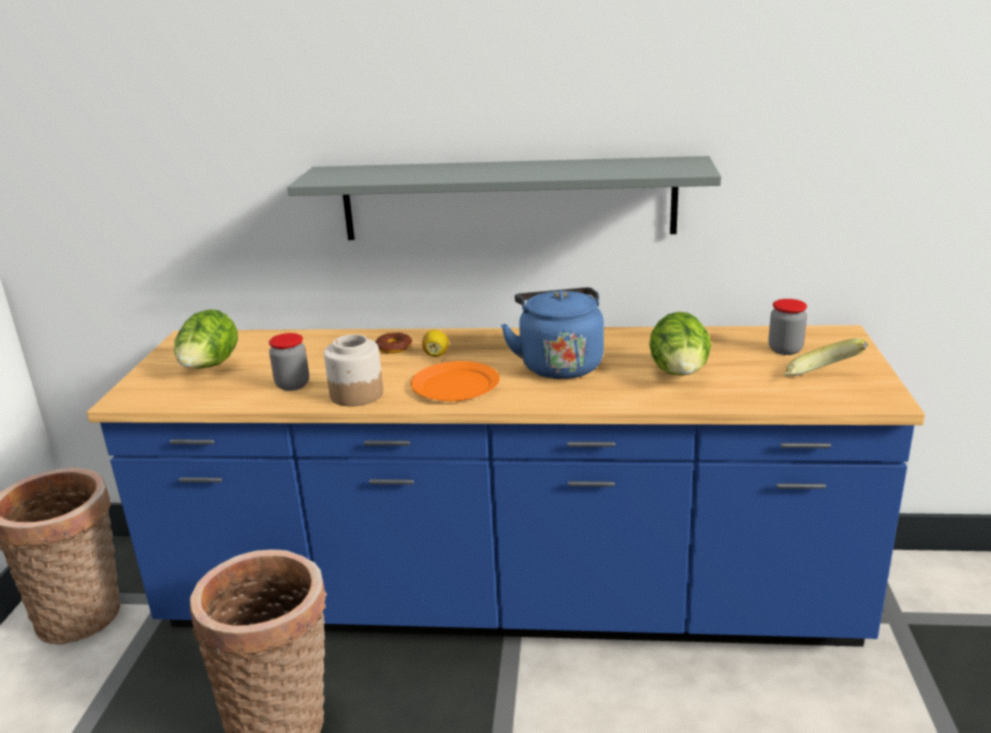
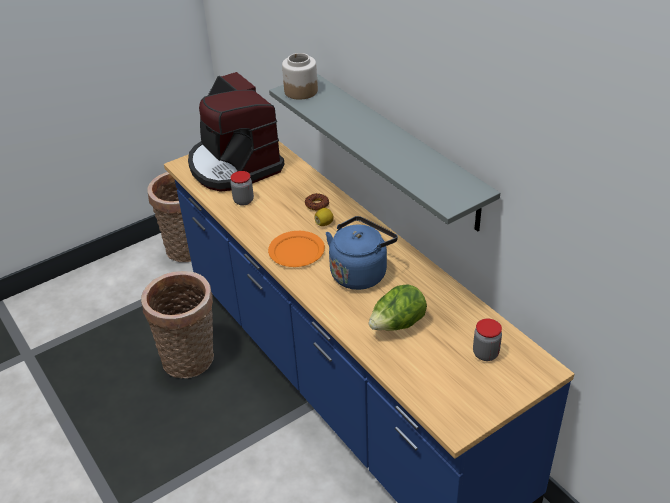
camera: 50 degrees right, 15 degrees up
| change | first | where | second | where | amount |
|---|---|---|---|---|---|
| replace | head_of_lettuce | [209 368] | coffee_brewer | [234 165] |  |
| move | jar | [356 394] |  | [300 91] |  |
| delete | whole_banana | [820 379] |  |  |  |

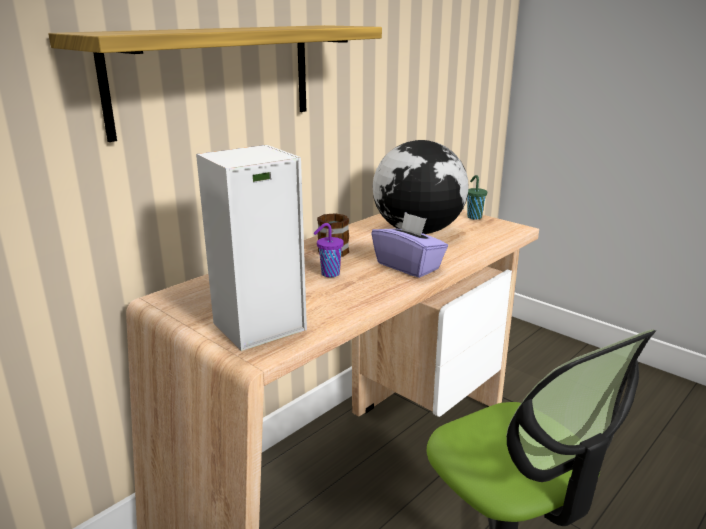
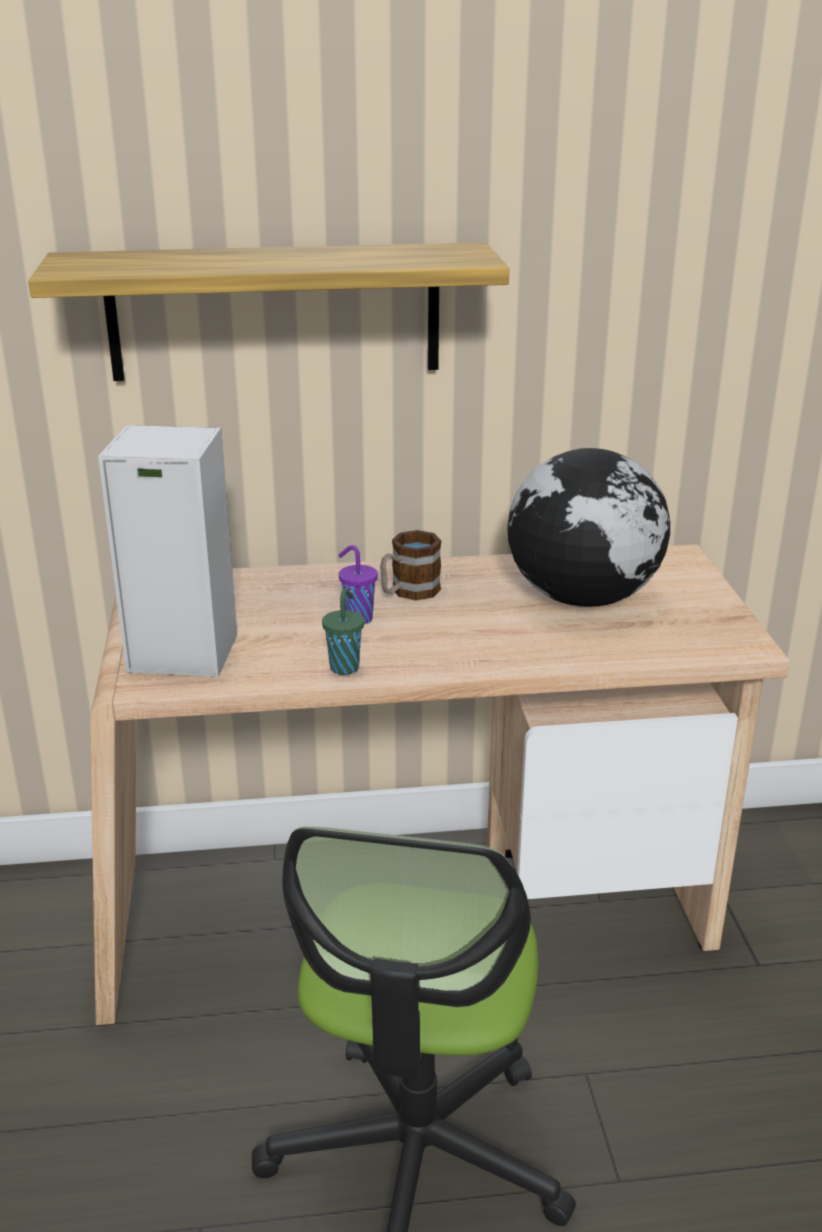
camera: 40 degrees right, 5 degrees up
| change | first | where | second | where | amount |
|---|---|---|---|---|---|
| delete | purple-coloured_tissue_box | [408 266] |  |  |  |
| move | green-coloured_cup | [474 217] |  | [345 667] |  |

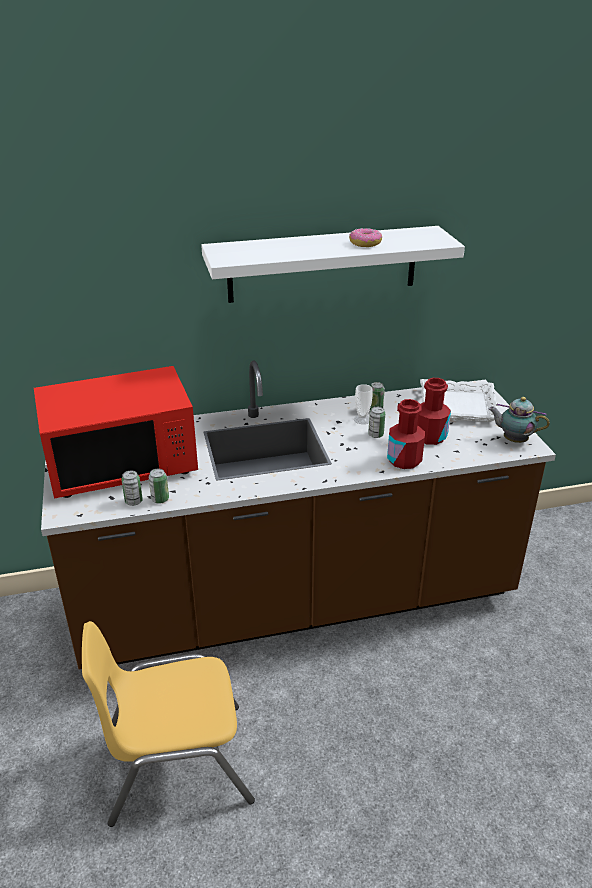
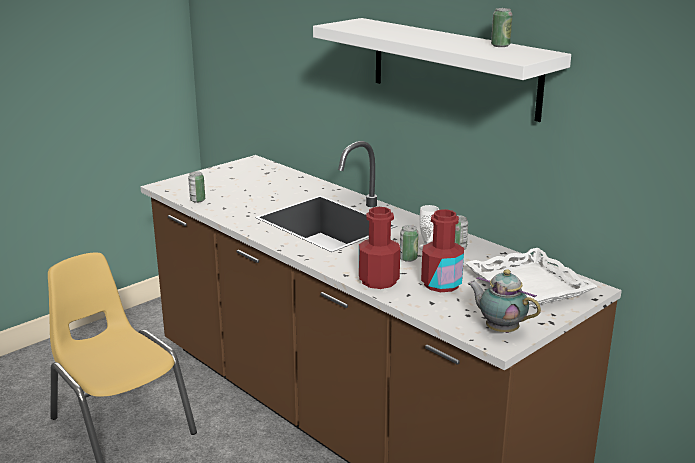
camera: 60 degrees right, 10 degrees down
| change | first | where | second | where | amount |
|---|---|---|---|---|---|
| delete | reddish_microwave_oven | [122 465] |  |  |  |
| move | metal_can | [160 499] |  | [500 45] |  |
| delete | donut | [365 243] |  |  |  |
| rotate | tea_pot | [513 440] |  | [500 329] | 45 degrees counterclockwise |

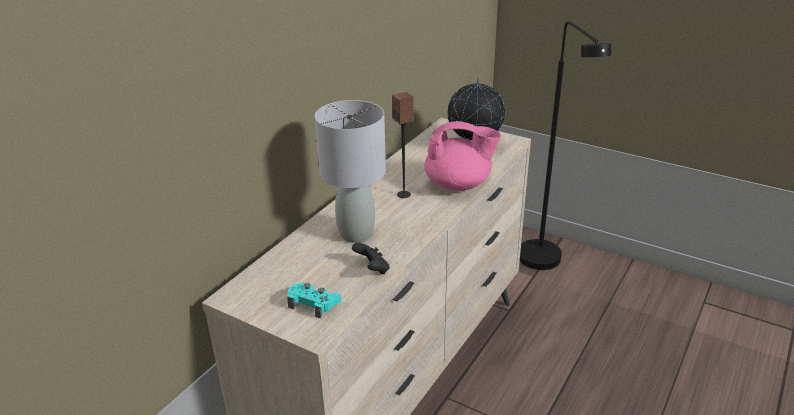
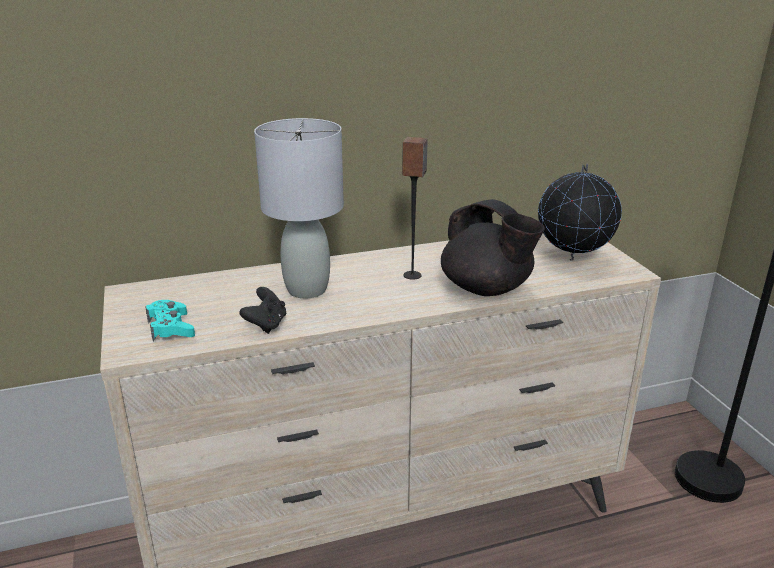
camera: 40 degrees right, 5 degrees down
| change | first | where | second | where | amount |
|---|---|---|---|---|---|
| recolor | pink-coloured_tea_pot | [459 184] | blackish_tea_pot | [487 289] |  |

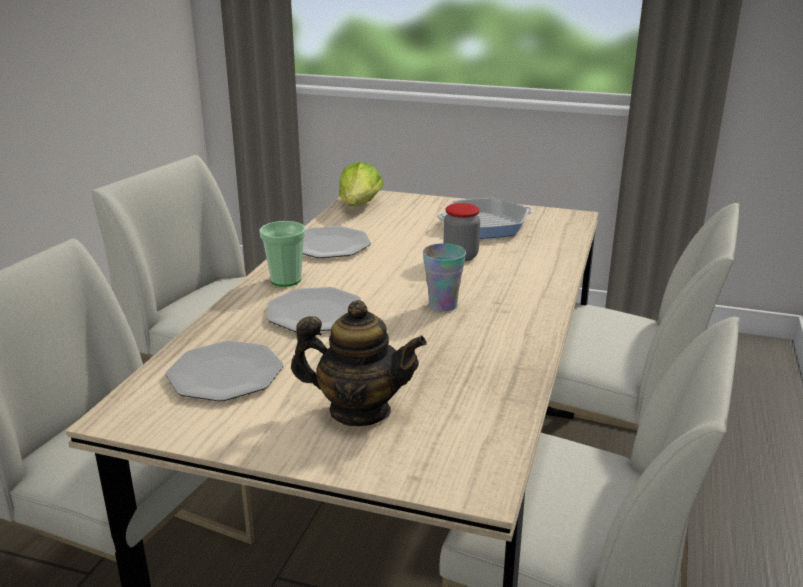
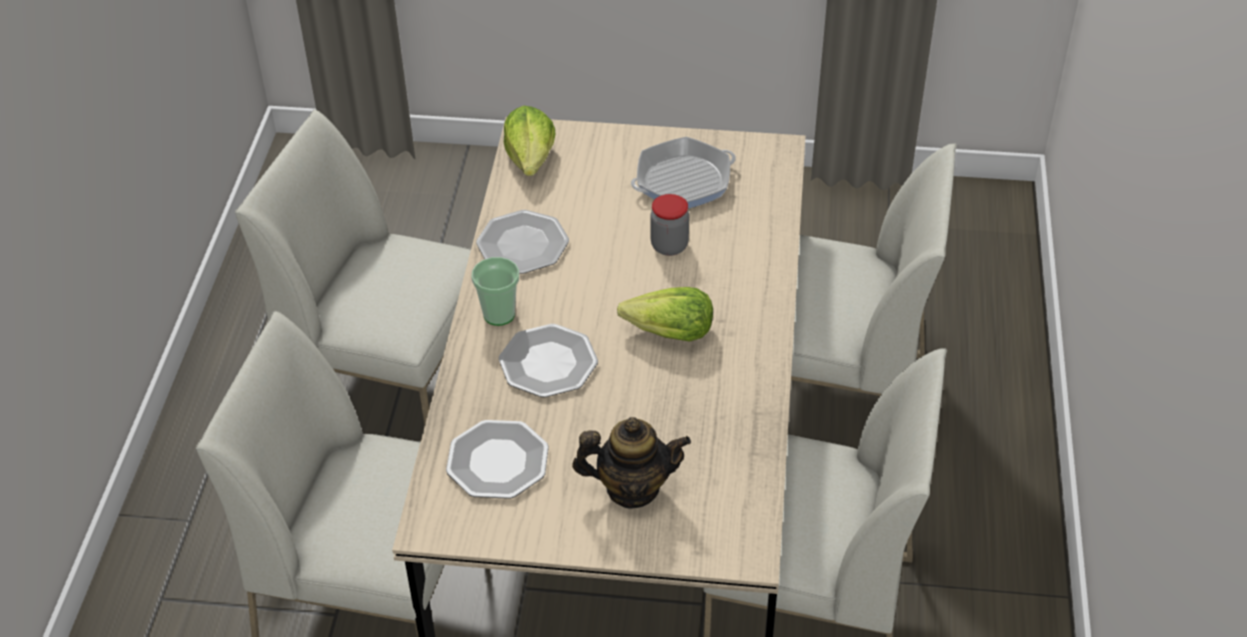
camera: 10 degrees left, 20 degrees up
| change | first | where | second | where | amount |
|---|---|---|---|---|---|
| replace | cup | [443 305] | head_of_lettuce | [669 333] |  |

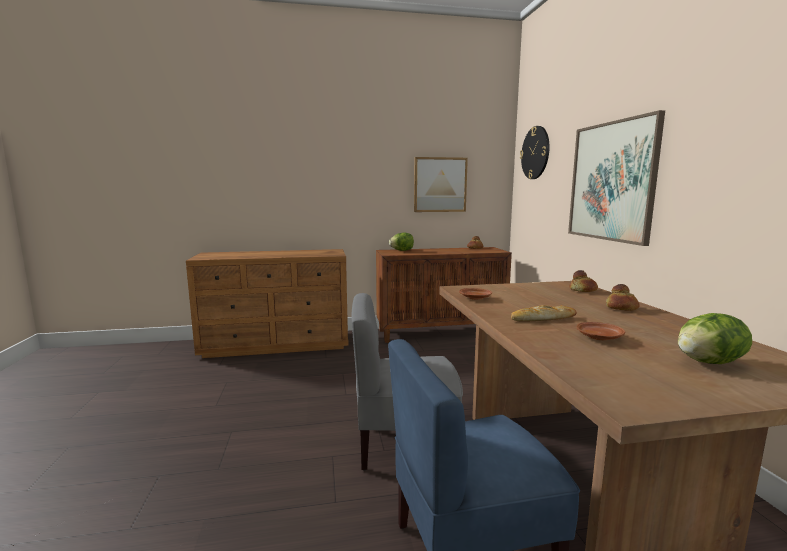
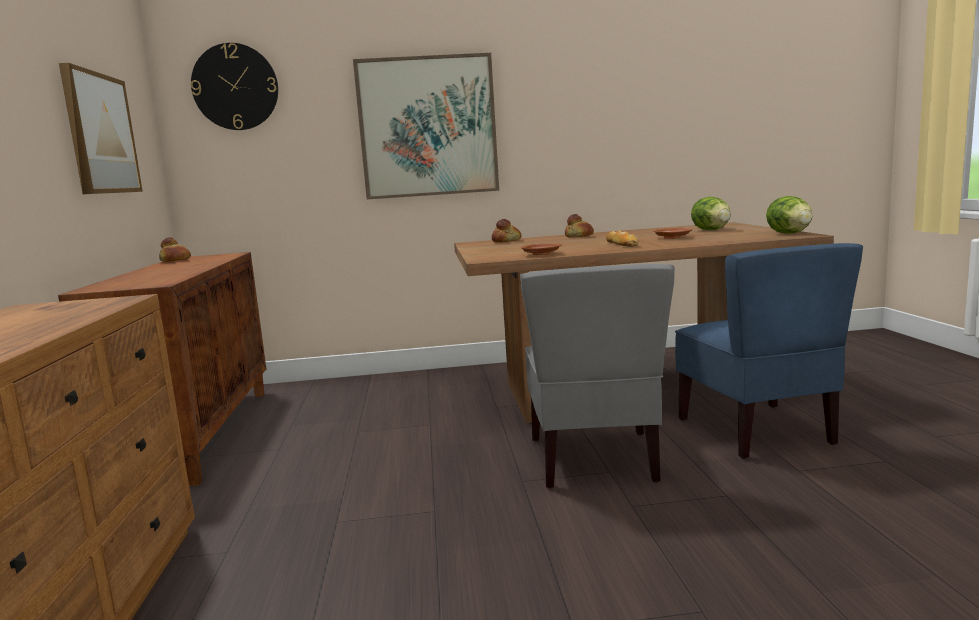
camera: 85 degrees left, 0 degrees up
| change | first | where | second | where | amount |
|---|---|---|---|---|---|
| move | head_of_lettuce | [402 250] |  | [789 233] |  |

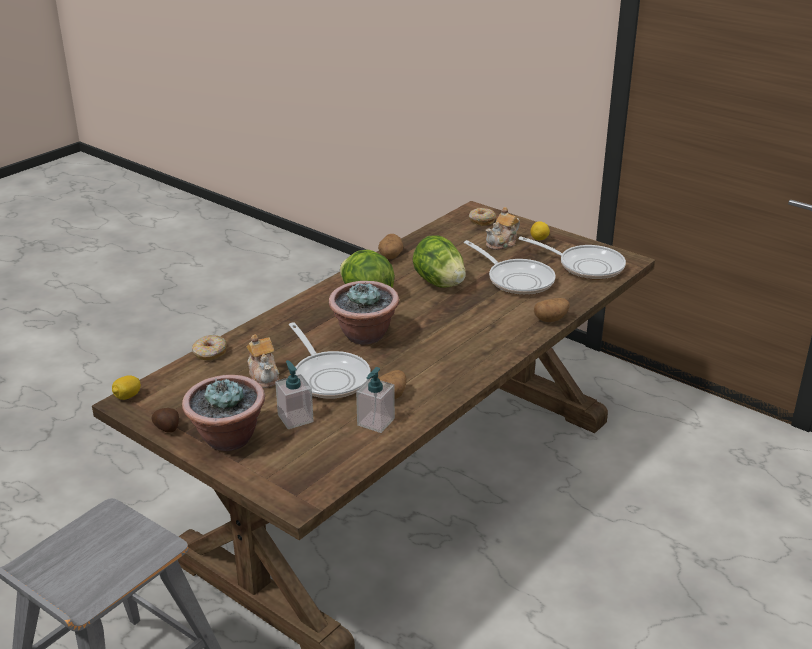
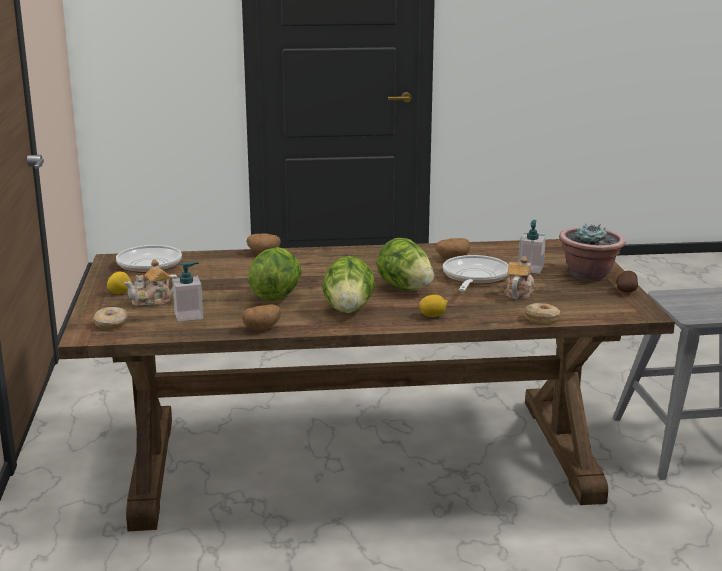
camera: 135 degrees left, 10 degrees down
| change | first | where | second | where | amount |
|---|---|---|---|---|---|
| move | whole_lemon | [127 397] |  | [433 316] |  |
| replace | potted_plant | [364 335] | head_of_lettuce | [405 288] |  |
| move | soap_bottle | [375 422] |  | [189 315] |  |
| delete | skillet | [516 280] |  |  |  |
| rotate | tea_pot | [502 243] |  | [153 301] | 150 degrees clockwise |

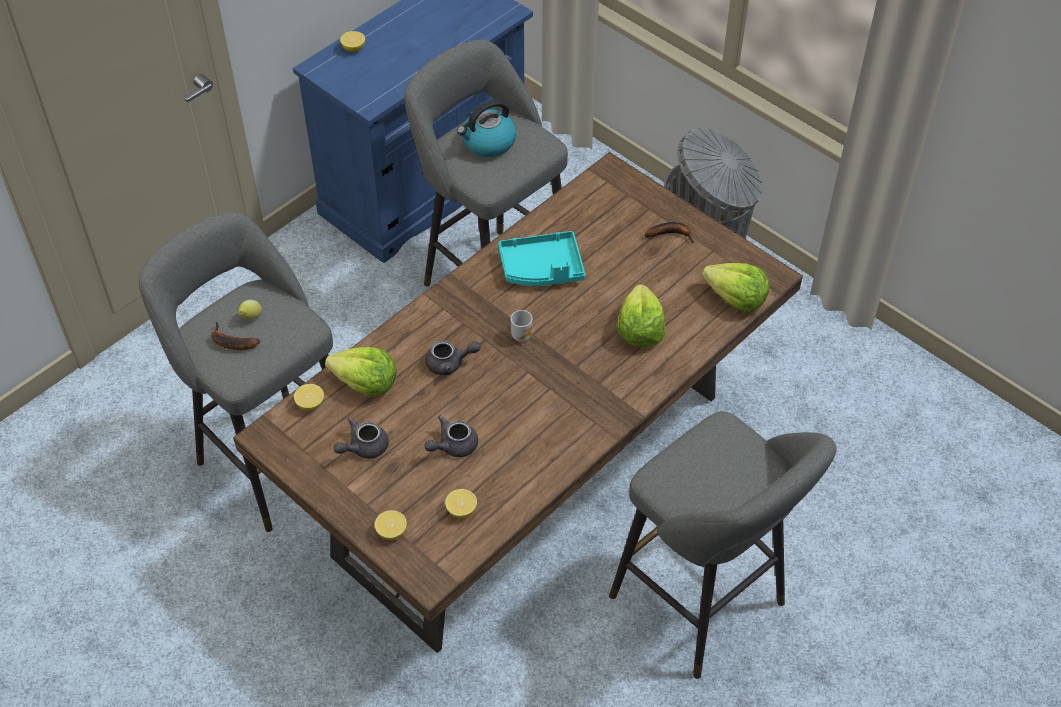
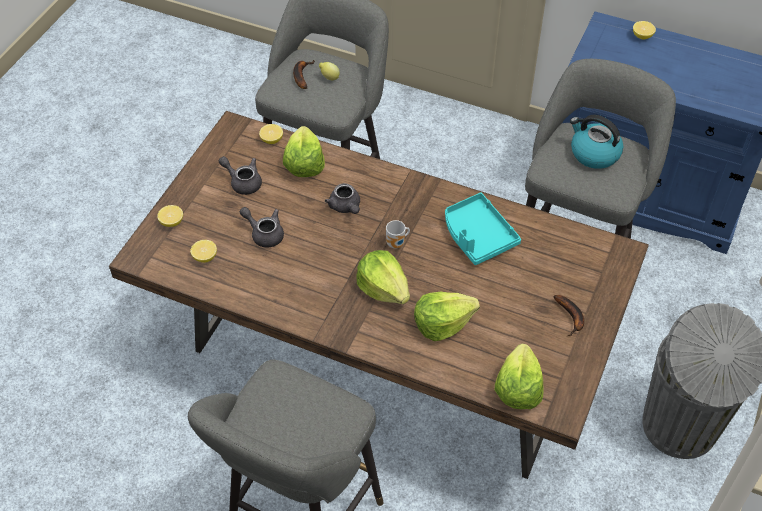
camera: 70 degrees right, 0 degrees up
| change | first | where | second | where | amount |
|---|---|---|---|---|---|
| insert |  |  | head_of_lettuce | [383 288] |  |

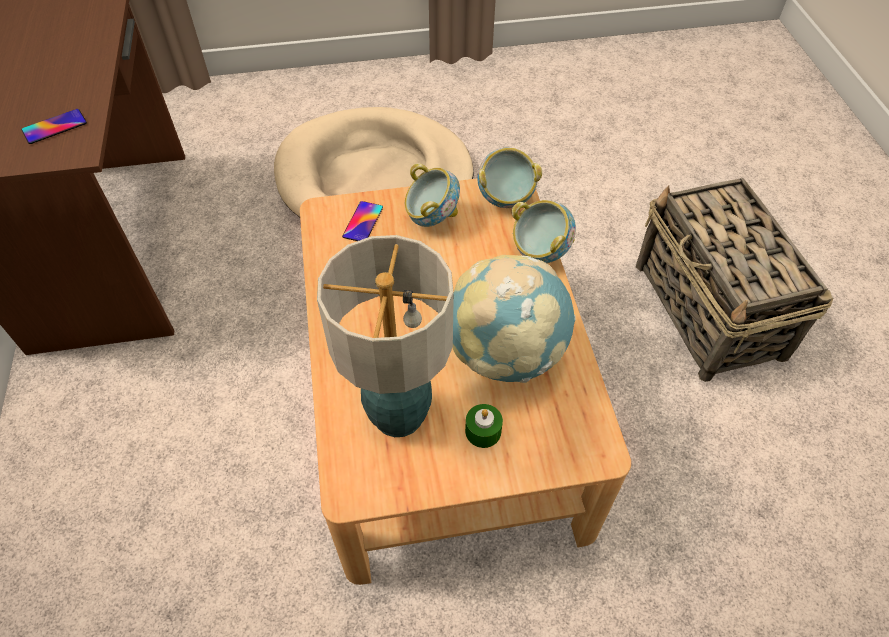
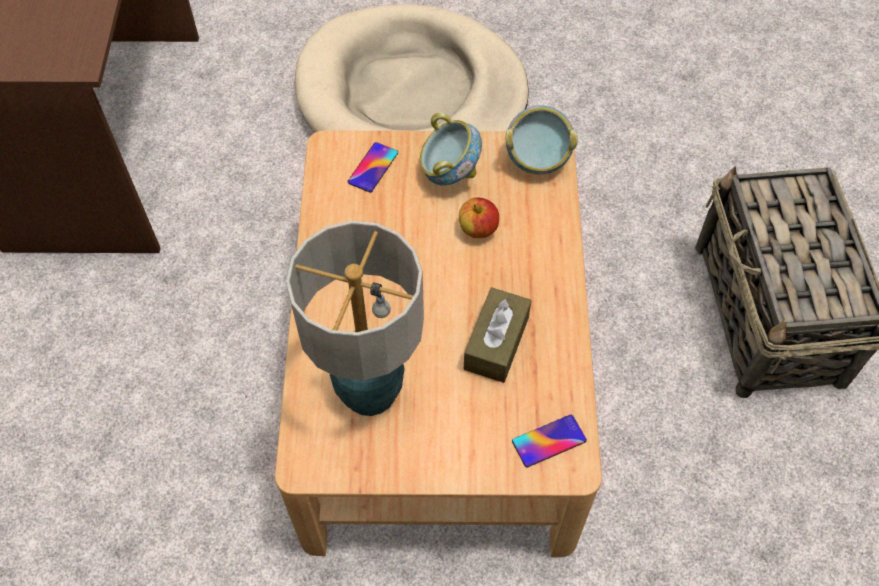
camera: 10 degrees right, 5 degrees up
| change | first | where | second | where | amount |
|---|---|---|---|---|---|
| move | handset | [54 127] |  | [549 441] |  |
| replace | desk_globe | [506 354] | brown-coloured_tissue_box | [496 343] |  |
| delete | green-coloured_candle | [483 431] |  |  |  |
| delete | deep_dish | [539 252] |  |  |  |
| insert |  |  | apple_fruit | [478 229] |  |

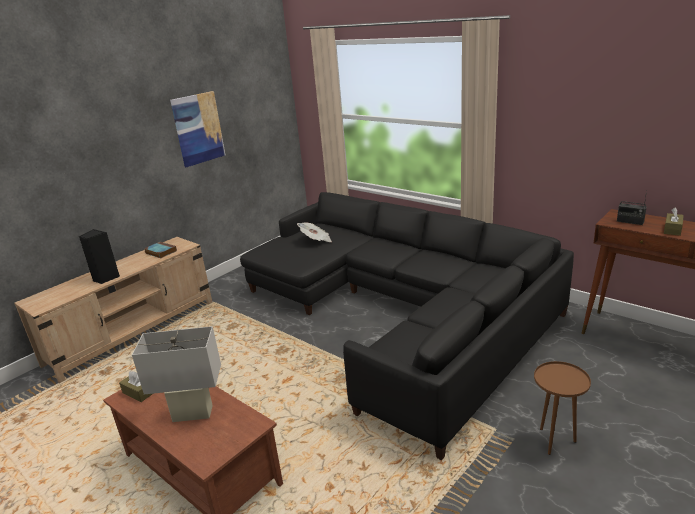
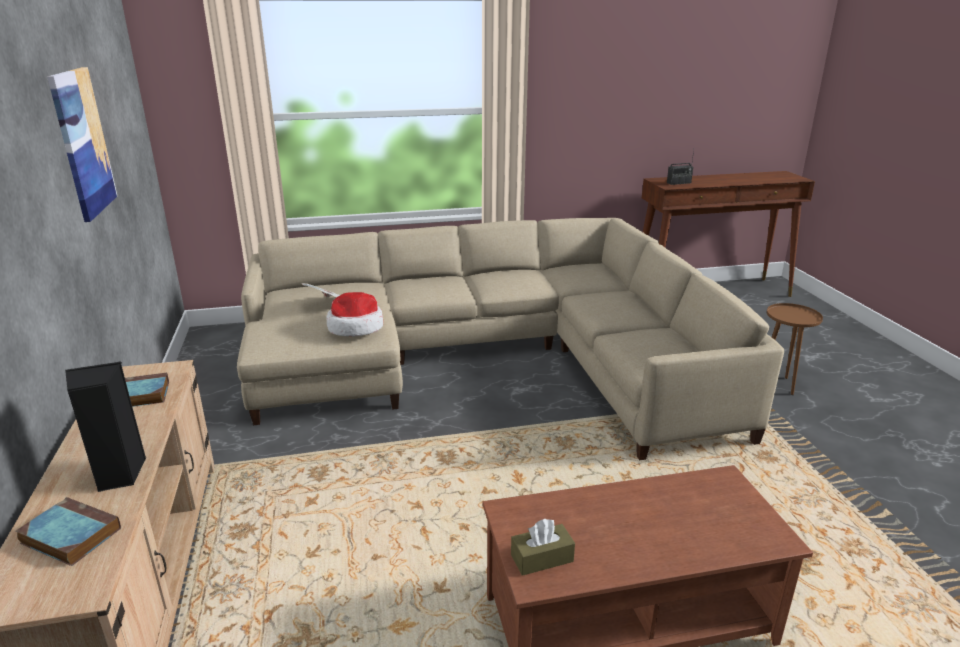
camera: 55 degrees left, 0 degrees up
| change | first | where | second | where | amount |
|---|---|---|---|---|---|
| delete | white_tabletop_lamp | [192 414] |  |  |  |
| recolor | blackish_couch | [400 312] | beige-coloured_couch | [490 358] |  |
| delete | brown-coloured_tissue_box | [672 229] |  |  |  |
| insert |  |  | book | [69 536] |  |
| insert |  |  | clothing_hat | [355 327] |  |

